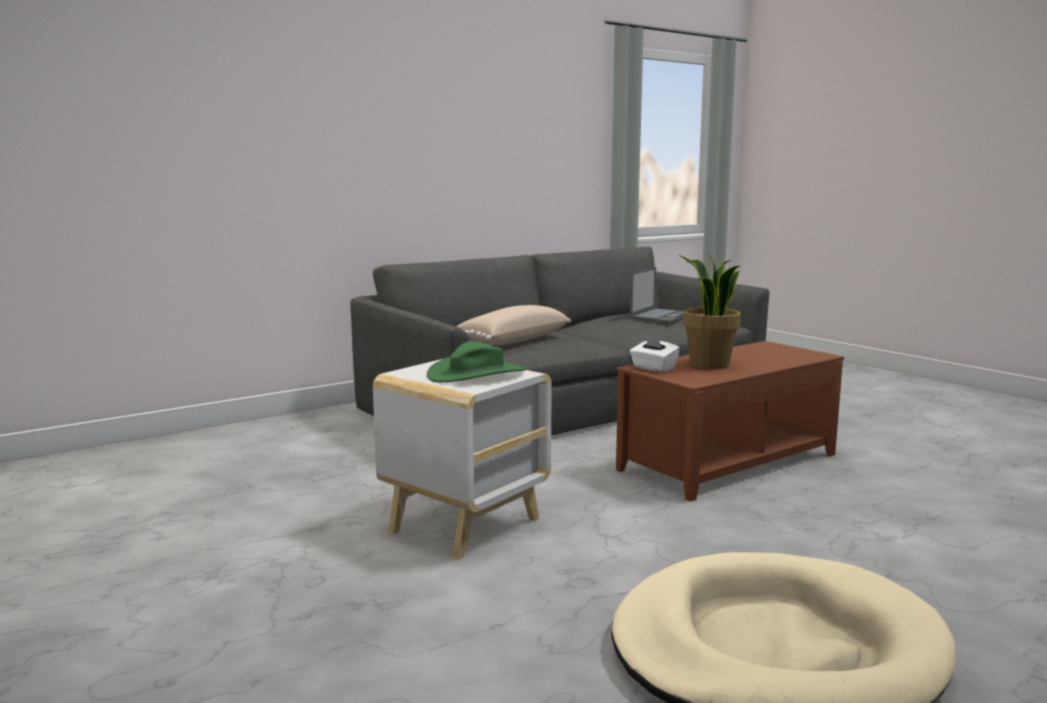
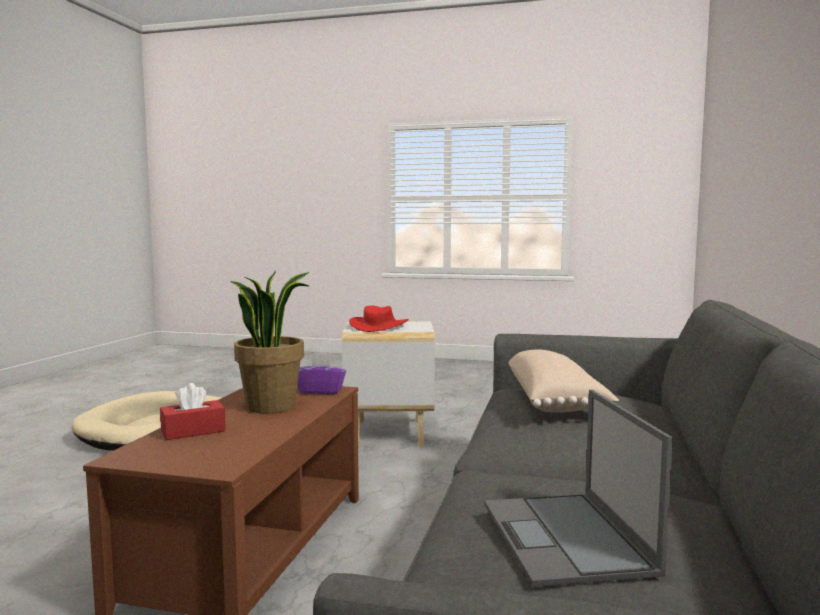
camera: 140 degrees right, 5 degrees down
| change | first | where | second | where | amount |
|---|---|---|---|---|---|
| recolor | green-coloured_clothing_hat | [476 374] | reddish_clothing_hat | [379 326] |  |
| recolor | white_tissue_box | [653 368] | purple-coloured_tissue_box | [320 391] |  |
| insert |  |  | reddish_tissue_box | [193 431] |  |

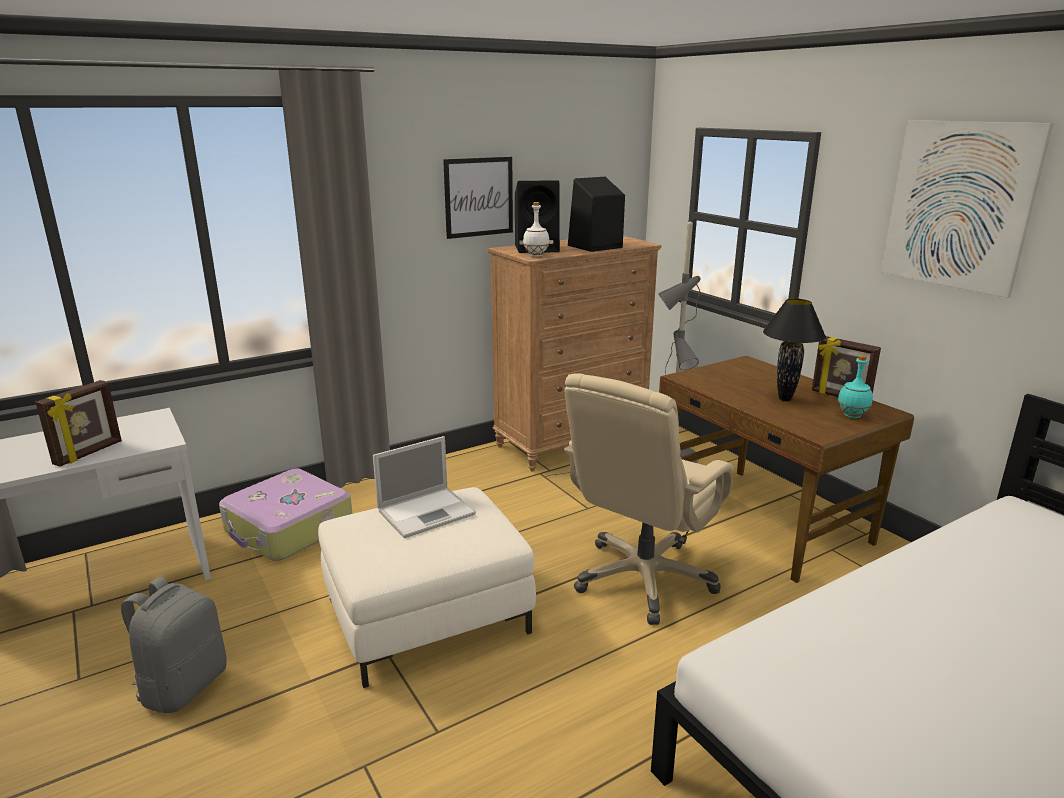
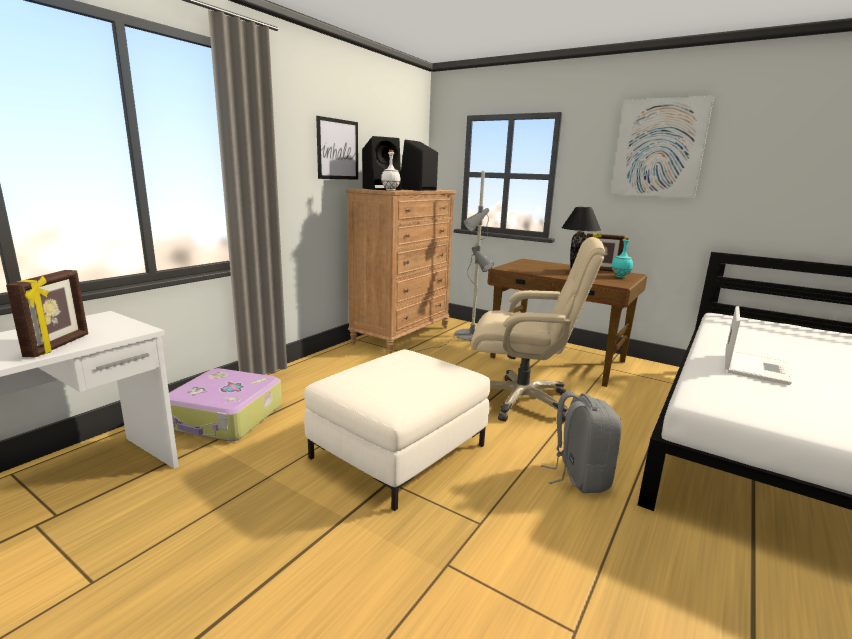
camera: 25 degrees left, 5 degrees down
| change | first | where | second | where | amount |
|---|---|---|---|---|---|
| move | gray_knapsack | [183 686] |  | [579 477] |  |
| move | portable_computer | [427 512] |  | [754 367] |  |
| rotate | beige-coloured_office_chair | [643 579] |  | [522 400] | 90 degrees counterclockwise |

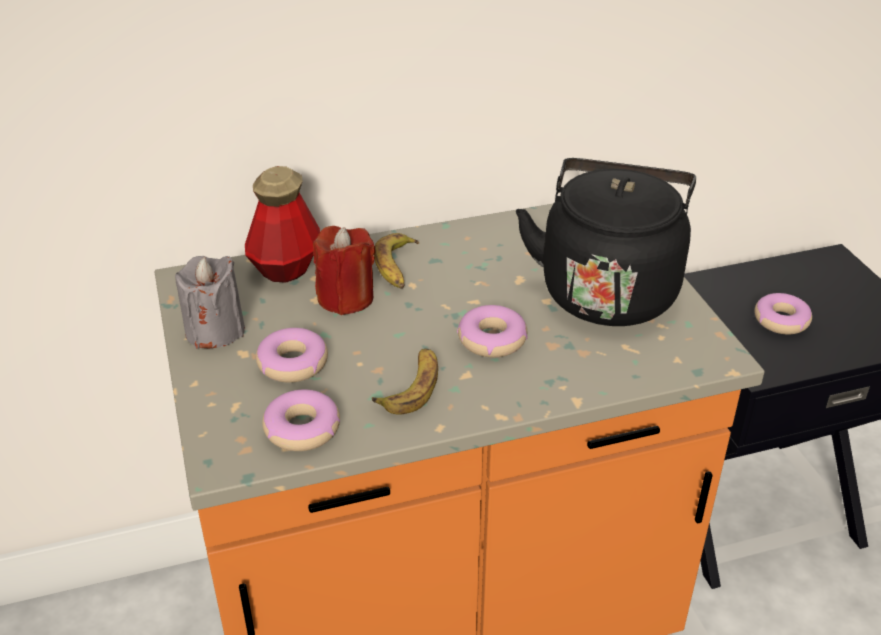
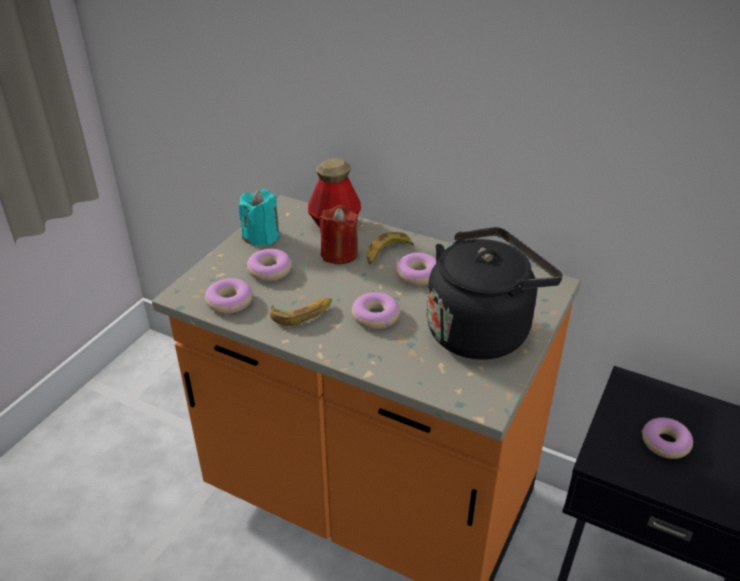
camera: 45 degrees right, 0 degrees up
| change | first | where | second | where | amount |
|---|---|---|---|---|---|
| recolor | gray_candle | [215 331] | turquoise-coloured_candle | [261 236] |  |
| insert |  |  | donut | [418 275] |  |

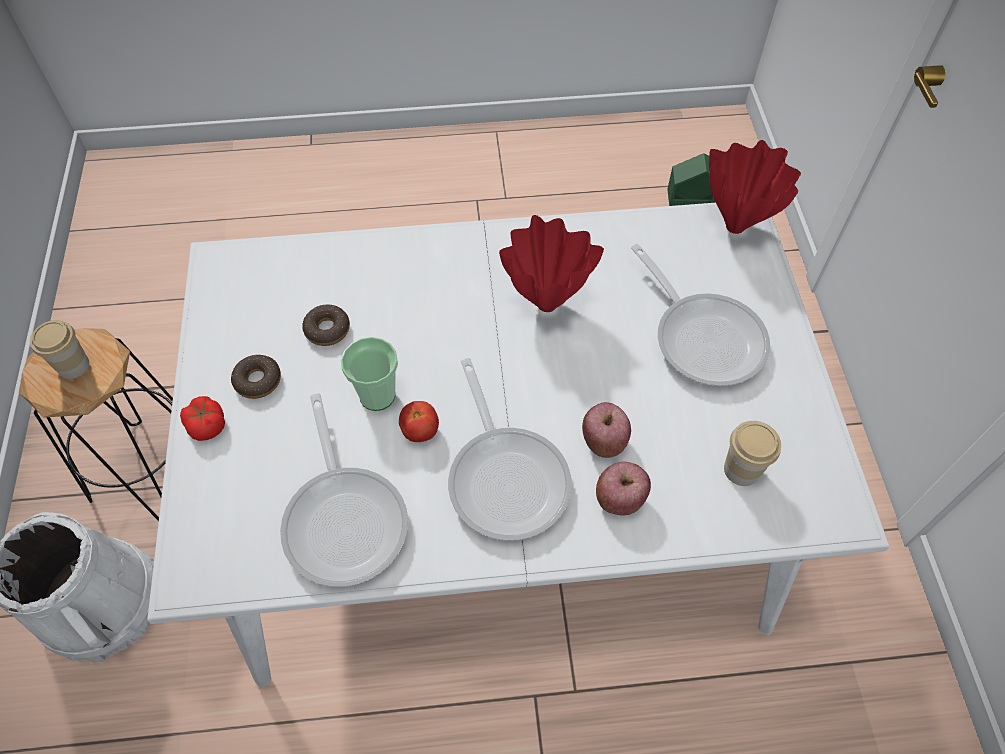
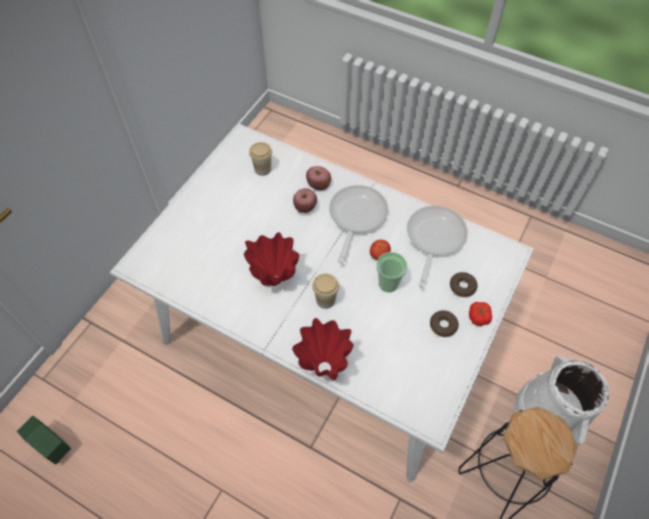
camera: 145 degrees left, 0 degrees up
| change | first | where | second | where | amount |
|---|---|---|---|---|---|
| move | cup | [73 365] |  | [325 300] |  |
| move | donut | [327 329] |  | [462 287] |  |
| delete | skillet | [703 336] |  |  |  |
| move | reddish_decorative_vase | [736 227] |  | [324 366] |  |

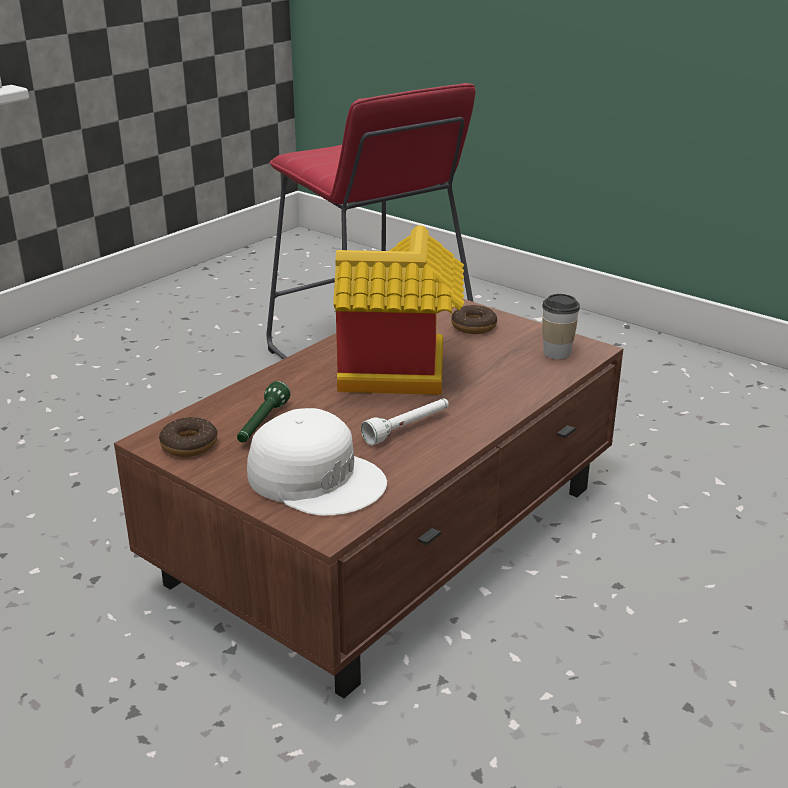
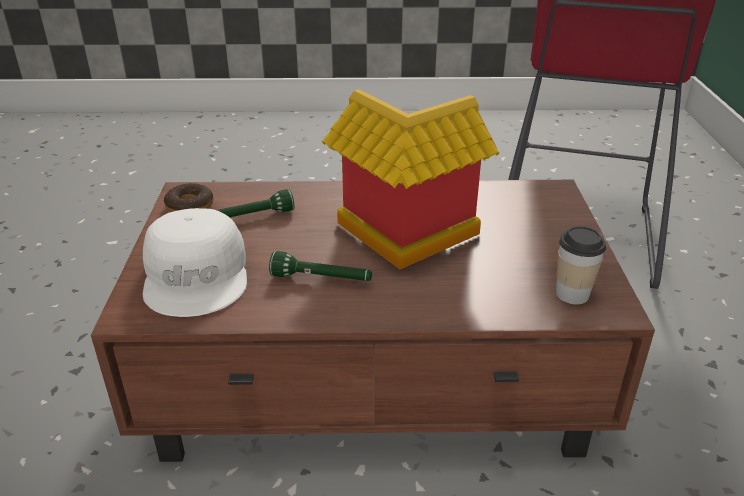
camera: 50 degrees right, 5 degrees up
| change | first | where | second | where | amount |
|---|---|---|---|---|---|
| recolor | white_hand_torch | [407 428] | green-coloured_hand_torch | [322 279] |  |
| delete | donut | [473 326] |  |  |  |

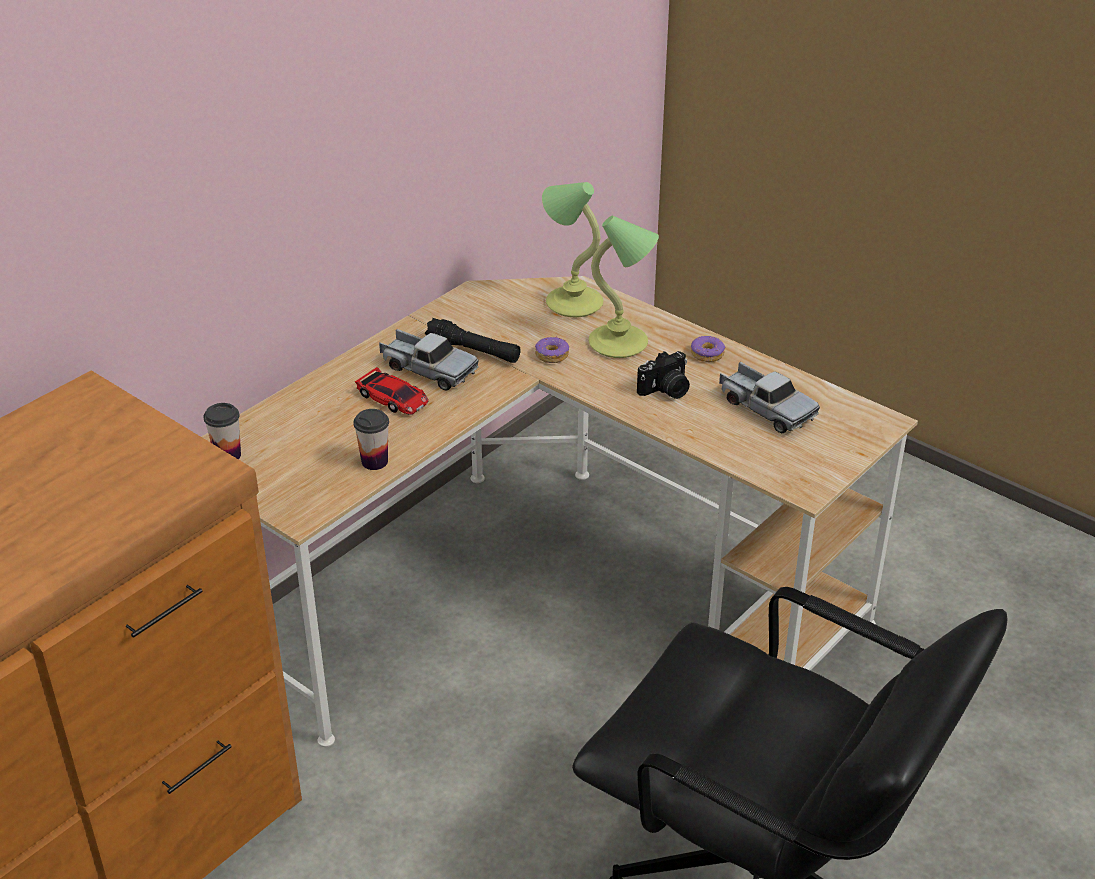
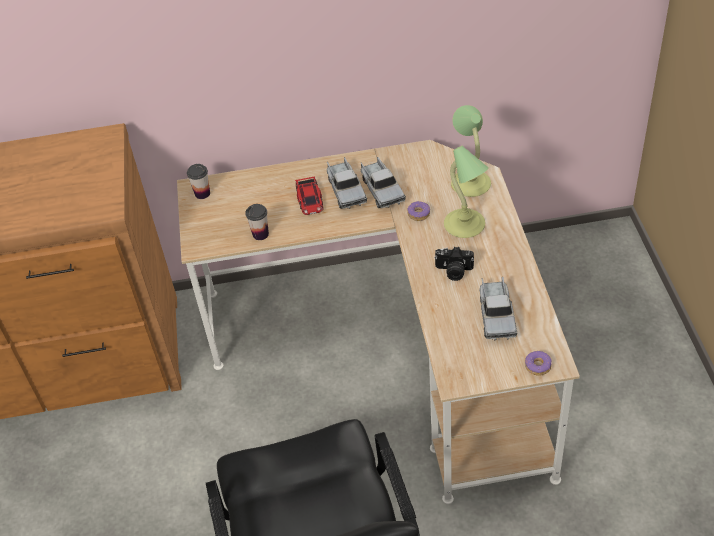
camera: 45 degrees right, 10 degrees up
| change | first | where | second | where | amount |
|---|---|---|---|---|---|
| replace | blackish_hand_torch | [473 350] | toy_truck | [381 189] |  |
| move | donut | [707 354] |  | [538 366] |  |

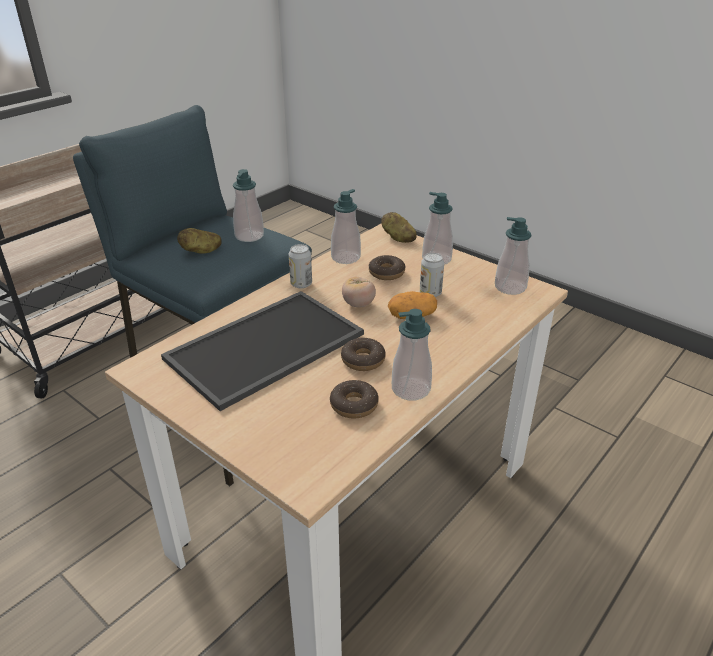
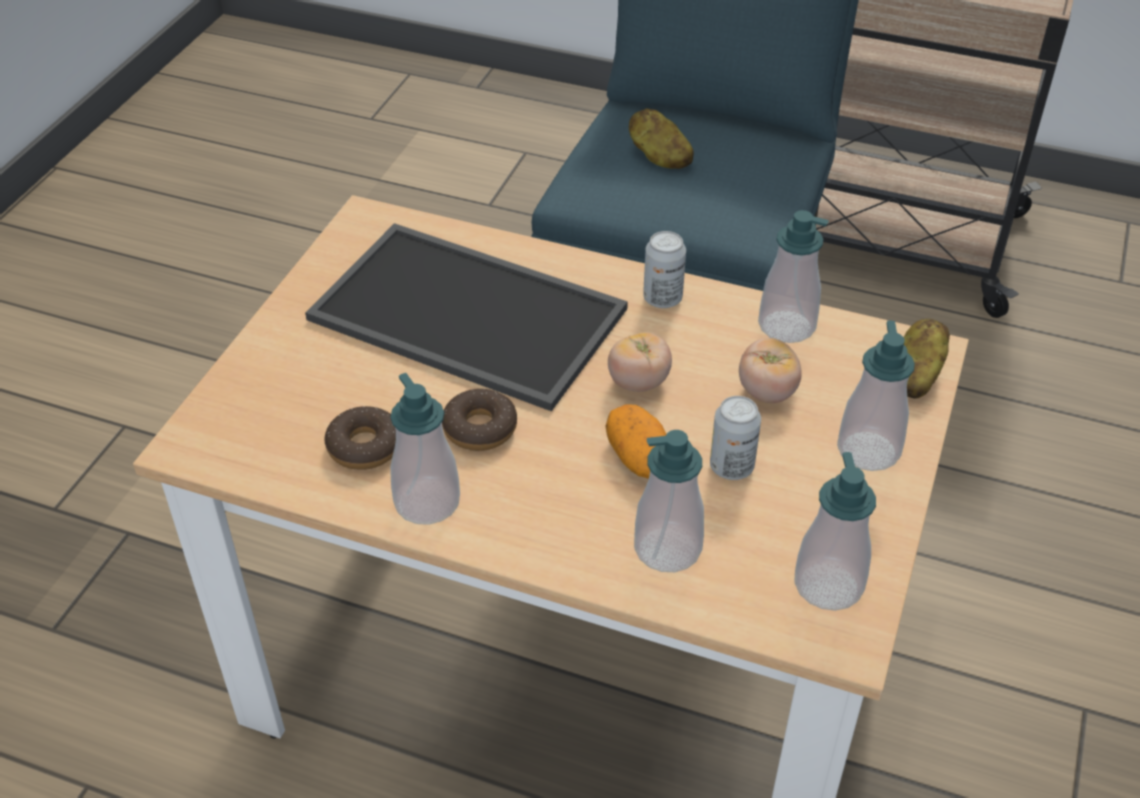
camera: 70 degrees right, 10 degrees up
| change | first | where | second | where | amount |
|---|---|---|---|---|---|
| move | soap_bottle | [249 236] |  | [667 548] |  |
| replace | donut | [386 273] | whole_tomato | [767 391] |  |

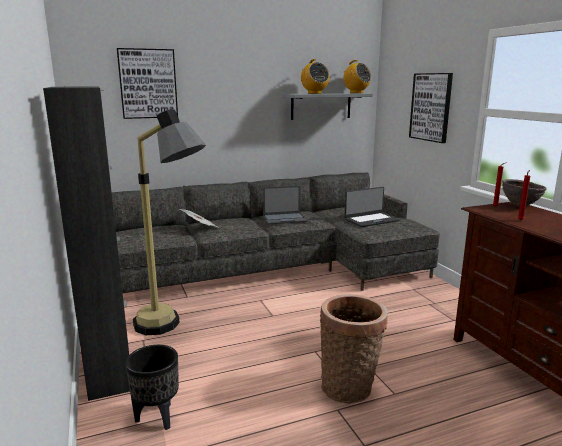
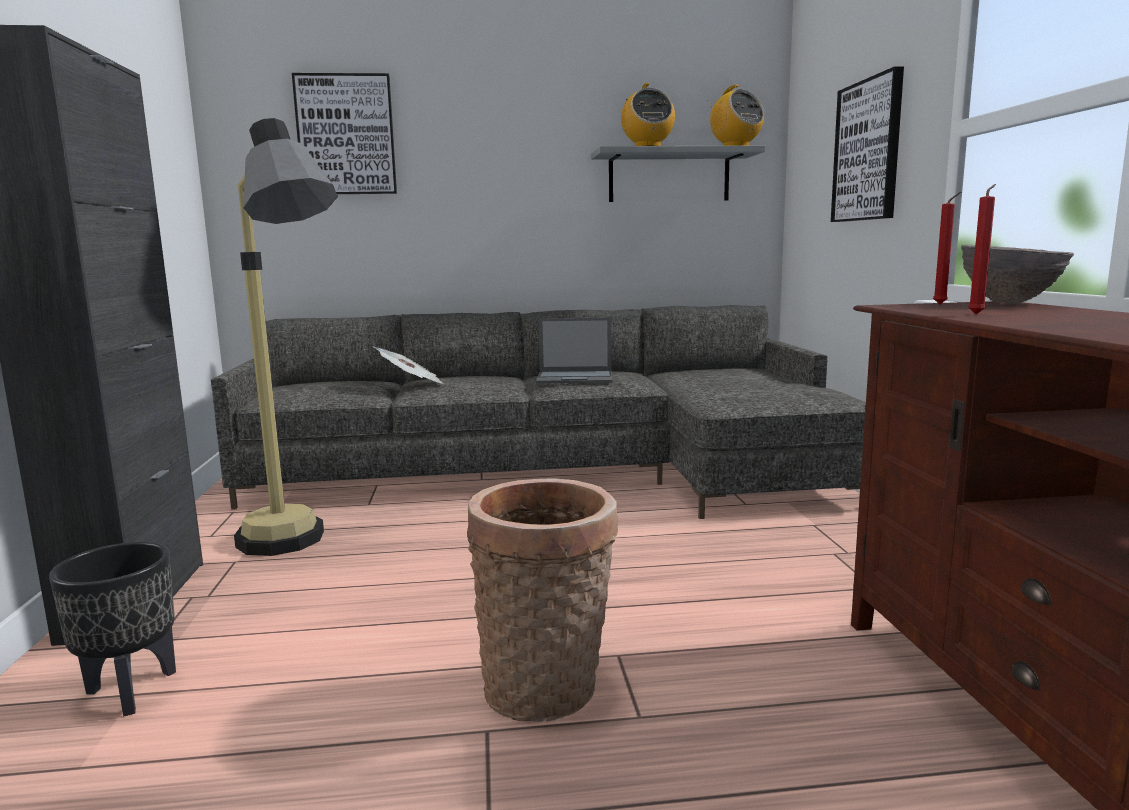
camera: 15 degrees right, 5 degrees down
| change | first | where | second | where | amount |
|---|---|---|---|---|---|
| delete | portable_computer | [371 220] |  |  |  |

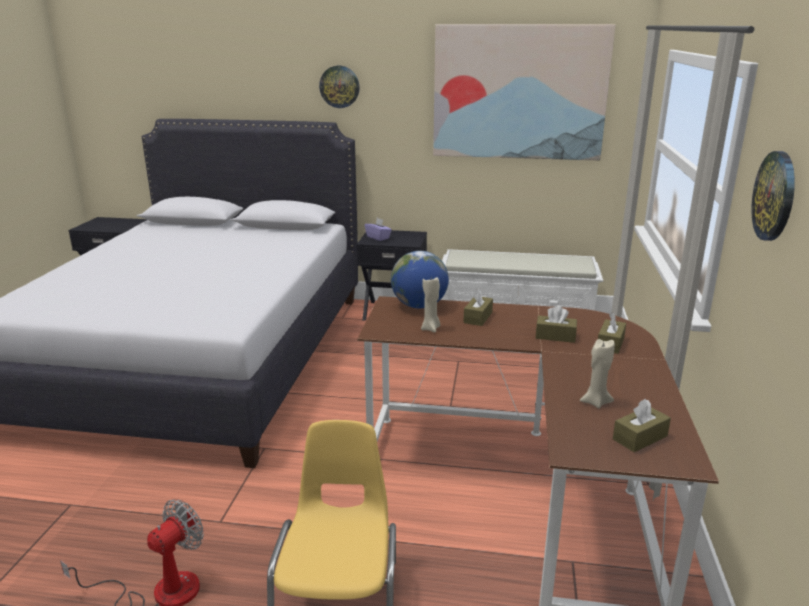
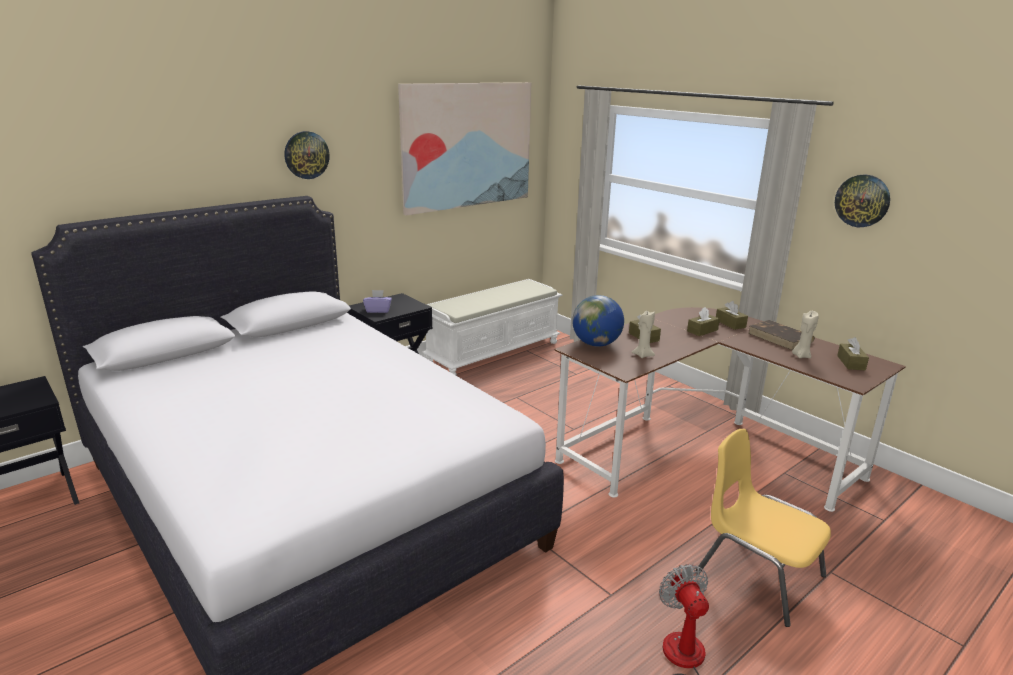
camera: 50 degrees left, 0 degrees up
| change | first | where | second | where | amount |
|---|---|---|---|---|---|
| insert |  |  | brown-coloured_book | [780 338] |  |

